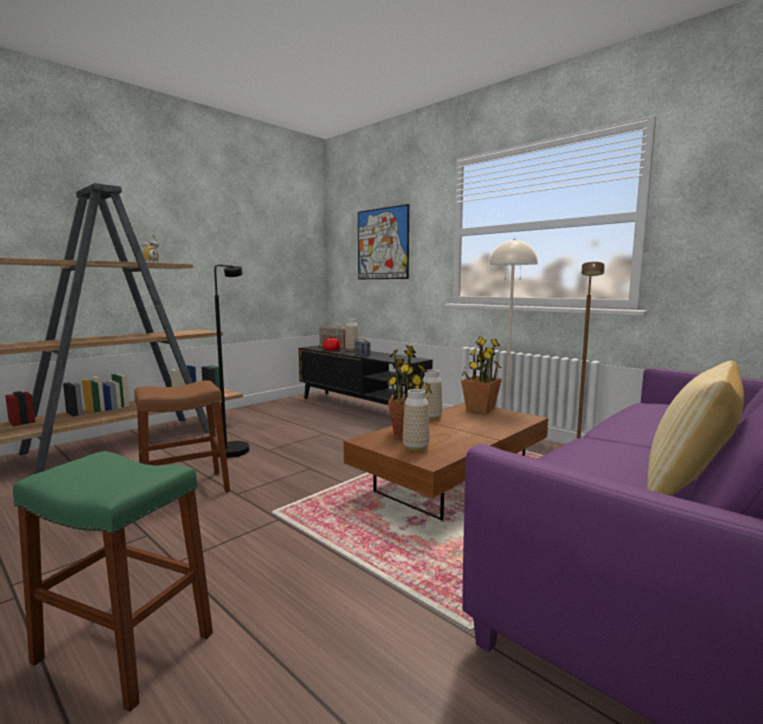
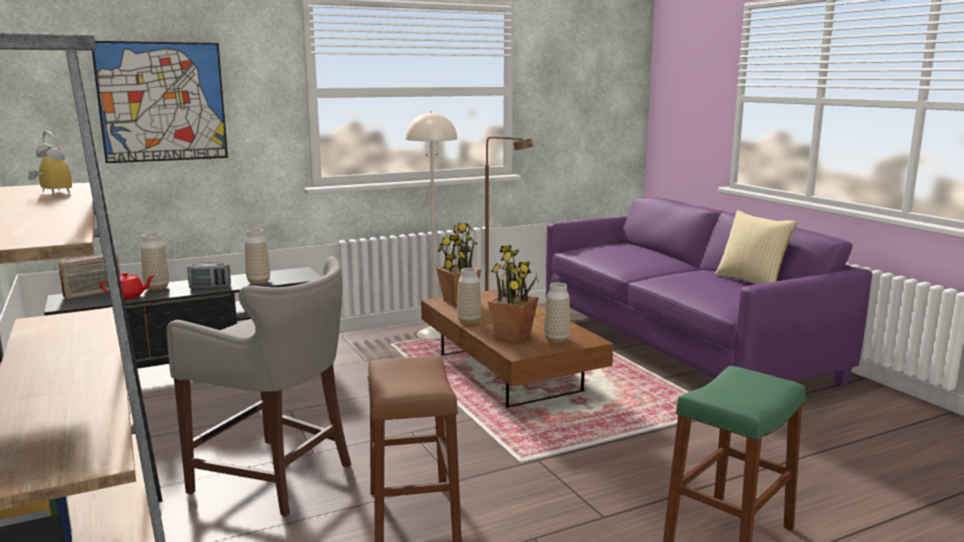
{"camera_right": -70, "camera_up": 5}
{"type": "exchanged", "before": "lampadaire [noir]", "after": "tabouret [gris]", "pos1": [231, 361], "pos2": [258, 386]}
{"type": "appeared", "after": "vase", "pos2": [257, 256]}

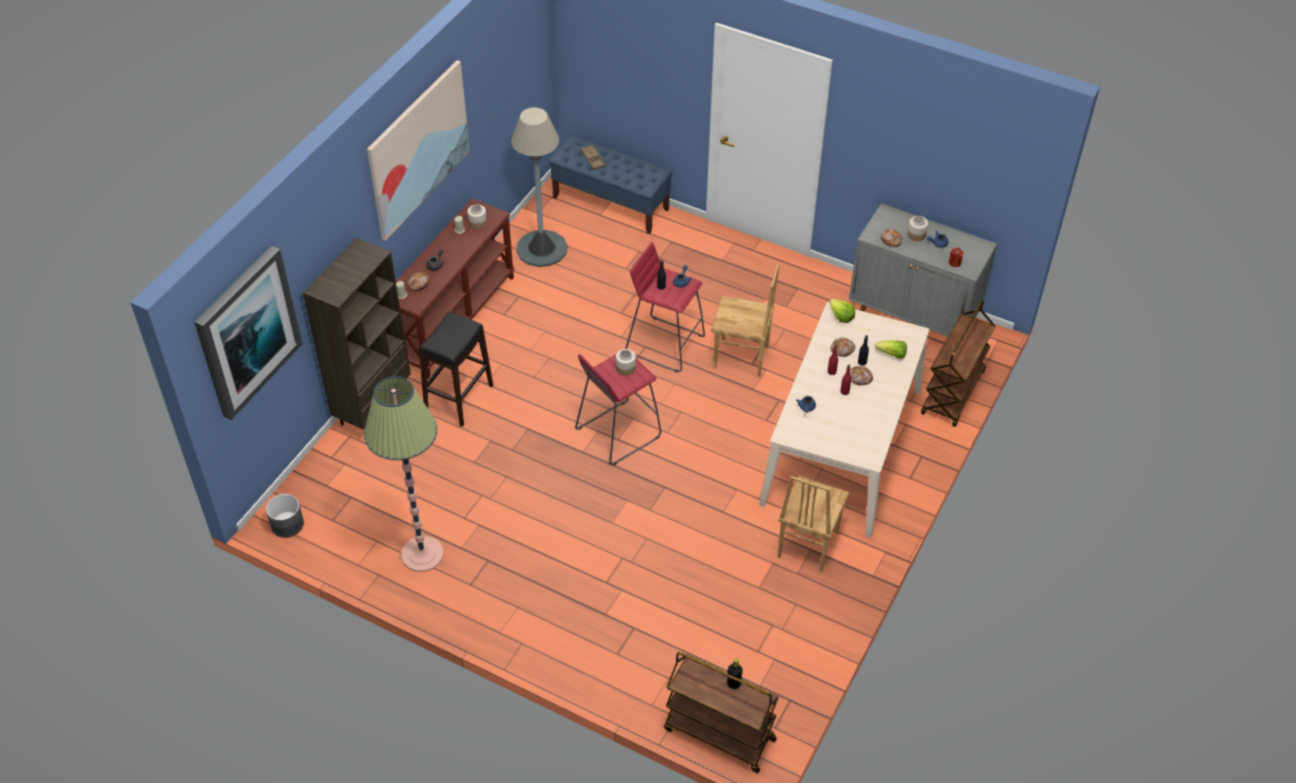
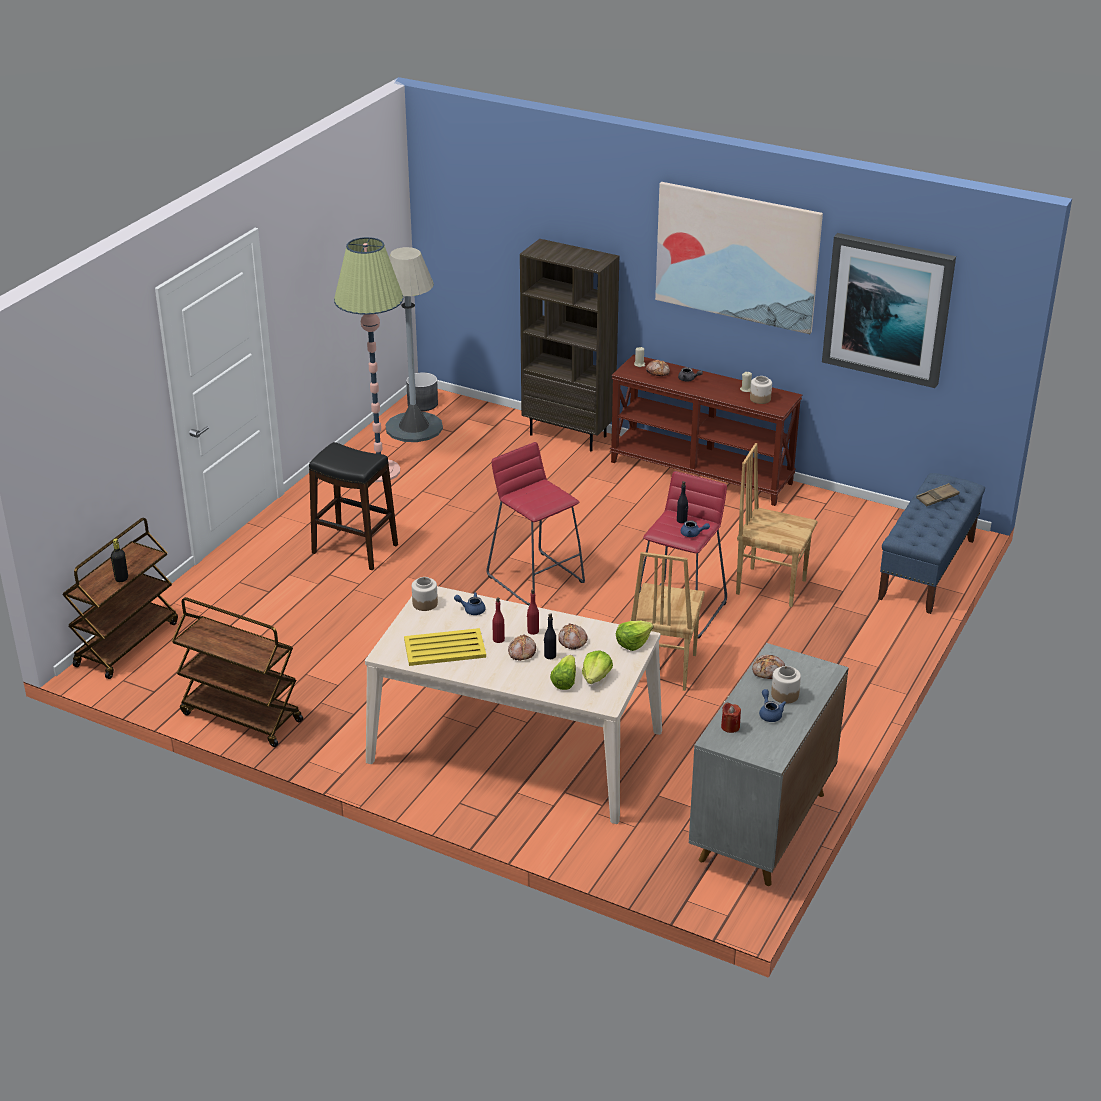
{"camera_right": 90, "camera_up": -15}
{"type": "relocated", "before": "chariot [marron]", "pos1": [958, 363], "pos2": [237, 672]}
{"type": "relocated", "before": "tabouret [noir]", "pos1": [456, 369], "pos2": [353, 506]}
{"type": "relocated", "before": "lampadaire [gris]", "pos1": [539, 187], "pos2": [414, 344]}
{"type": "appeared", "after": "plateau [jaune]", "pos2": [445, 647]}
{"type": "relocated", "before": "bocal", "pos1": [626, 362], "pos2": [425, 594]}
{"type": "appeared", "after": "laitue", "pos2": [597, 667]}
{"type": "relocated", "before": "chaise [marron]", "pos1": [814, 523], "pos2": [776, 525]}
{"type": "relocated", "before": "tableau", "pos1": [248, 333], "pos2": [889, 310]}

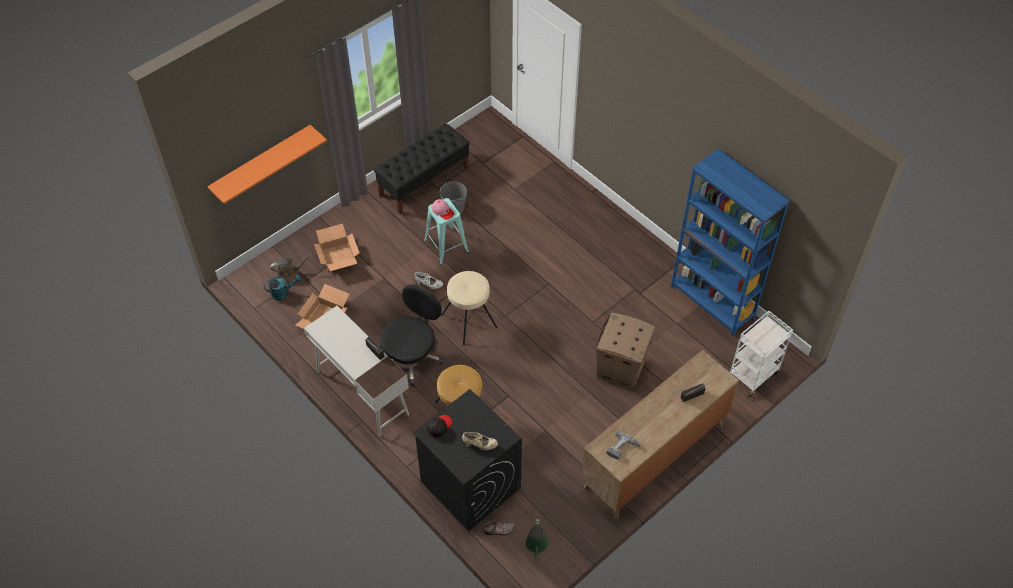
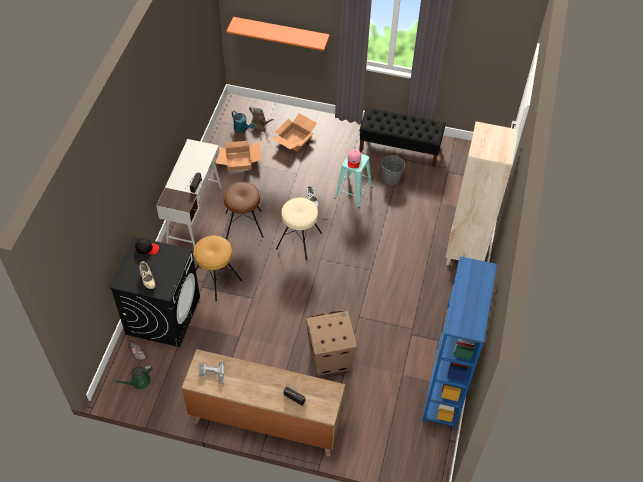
{"camera_right": 55, "camera_up": 0}
{"type": "exchanged", "before": "chaise de bureau [noir]", "after": "tabouret [marron]", "pos1": [412, 335], "pos2": [243, 210]}
{"type": "appeared", "after": "bibliothèque [beige]", "pos2": [482, 193]}
{"type": "missing", "before": "chariot [blanc]", "pos1": [761, 354]}

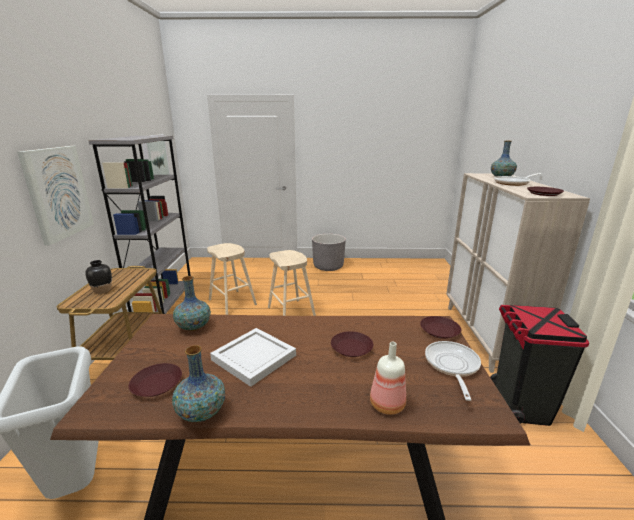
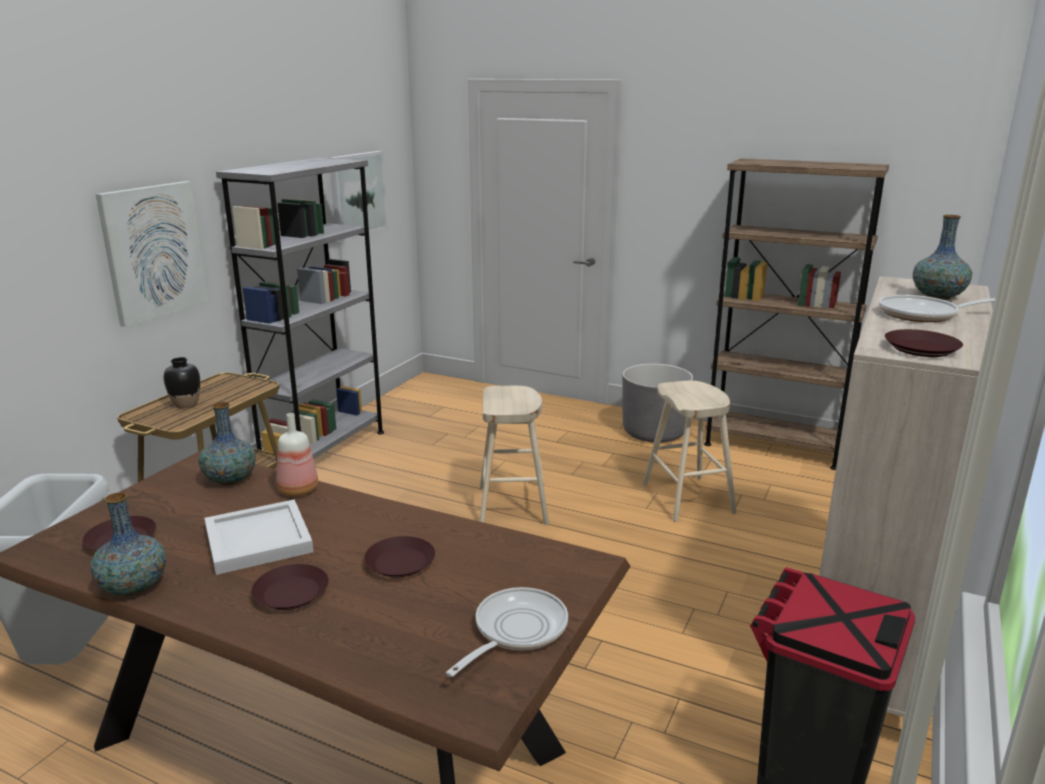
{"camera_right": 25, "camera_up": 0}
{"type": "relocated", "before": "assiette [marron]", "pos1": [440, 327], "pos2": [290, 587]}
{"type": "relocated", "before": "bouteille", "pos1": [388, 378], "pos2": [297, 454]}
{"type": "relocated", "before": "tabouret [beige]", "pos1": [232, 279], "pos2": [690, 451]}
{"type": "appeared", "after": "bibliothèque [marron]", "pos2": [796, 314]}

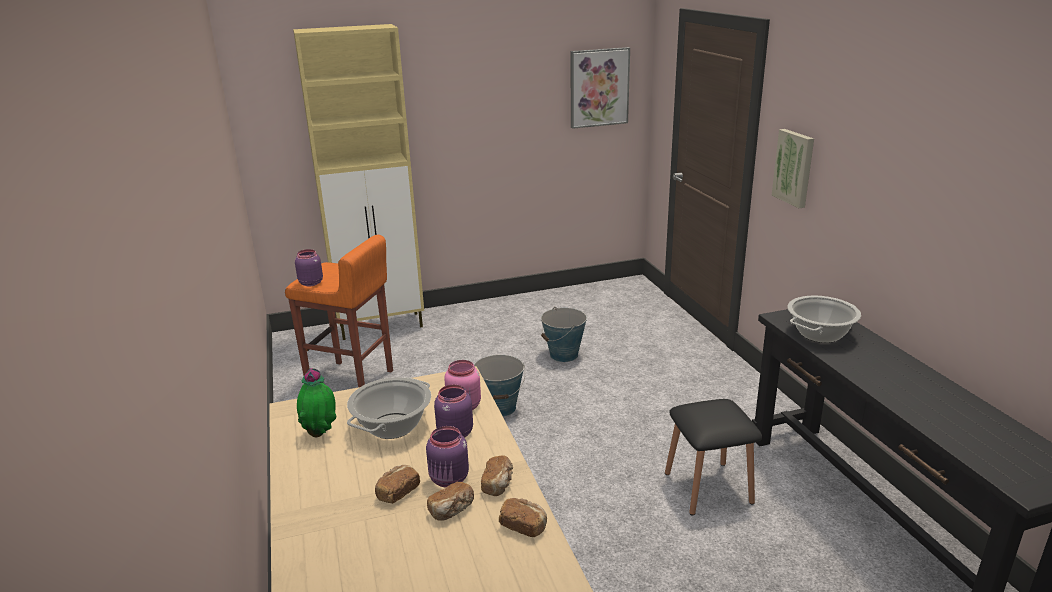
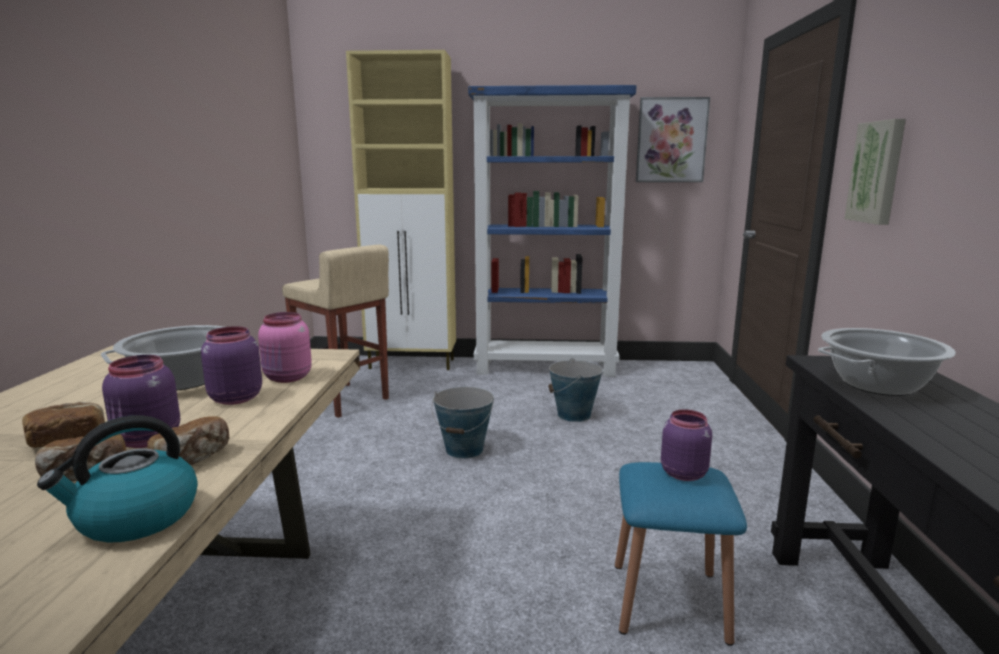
{"camera_right": 20, "camera_up": -10}
{"type": "exchanged", "before": "pain", "after": "bouilloire", "pos1": [523, 517], "pos2": [117, 478]}
{"type": "colour", "before": "tabouret [orange]", "after": "tabouret [beige]", "pos1": [339, 311], "pos2": [335, 331]}
{"type": "appeared", "after": "bibliothèque [bleu]", "pos2": [552, 231]}
{"type": "colour", "before": "tabouret [noir]", "after": "tabouret [bleu]", "pos1": [713, 457], "pos2": [681, 554]}
{"type": "relocated", "before": "bocal [violet]", "pos1": [309, 268], "pos2": [686, 445]}
{"type": "missing", "before": "plante en pot", "pos1": [317, 402]}

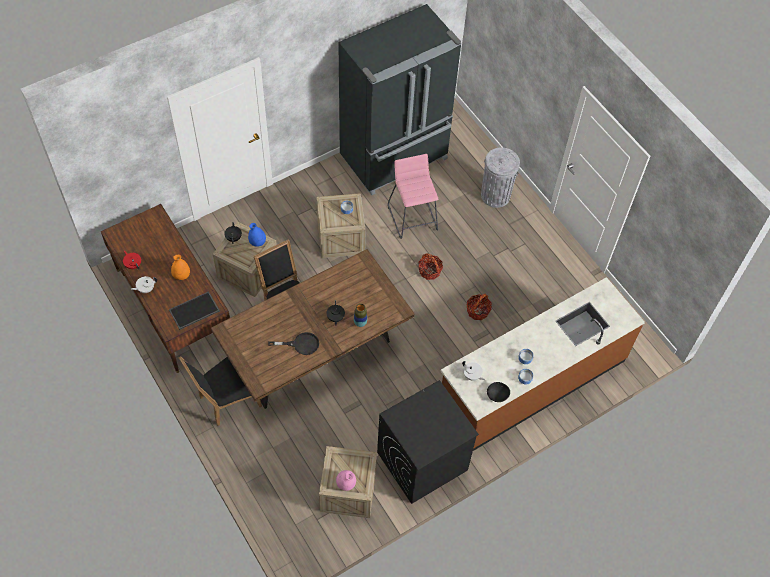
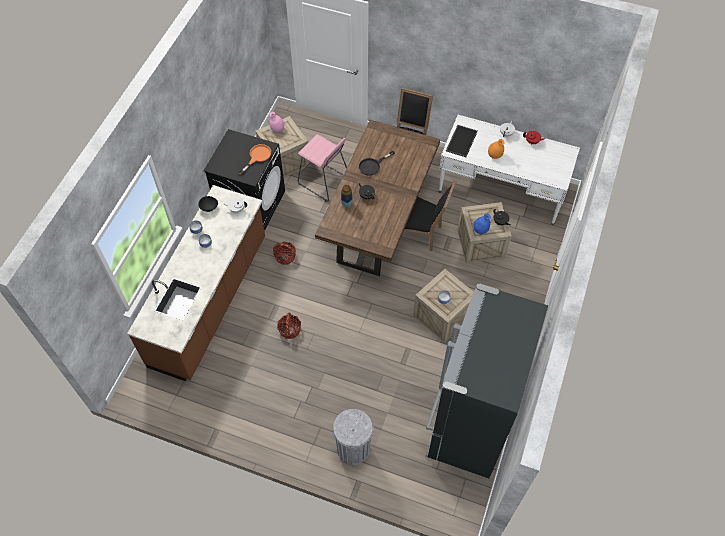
{"camera_right": 145, "camera_up": 0}
{"type": "appeared", "after": "poêle [orange]", "pos2": [255, 159]}
{"type": "relocated", "before": "panier", "pos1": [430, 266], "pos2": [284, 253]}
{"type": "relocated", "before": "tabouret [rose]", "pos1": [413, 196], "pos2": [322, 168]}
{"type": "colour", "before": "bureau [marron]", "after": "bureau [blanc]", "pos1": [165, 288], "pos2": [509, 170]}

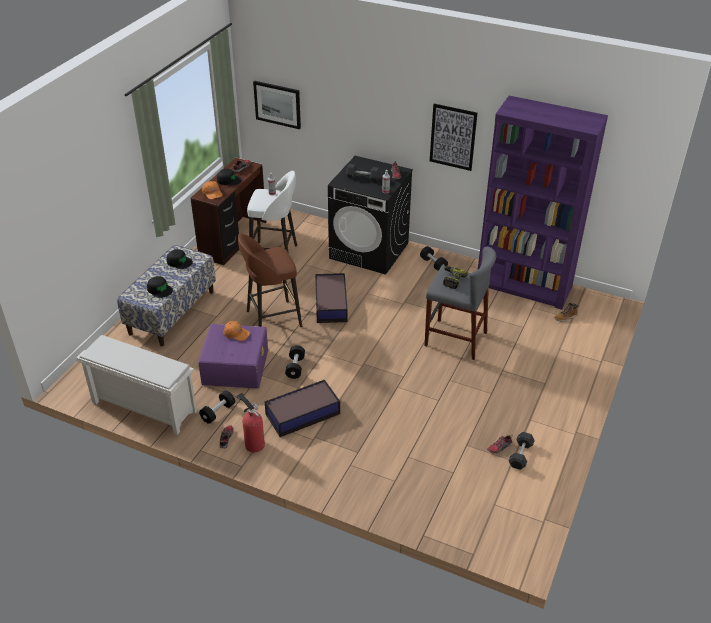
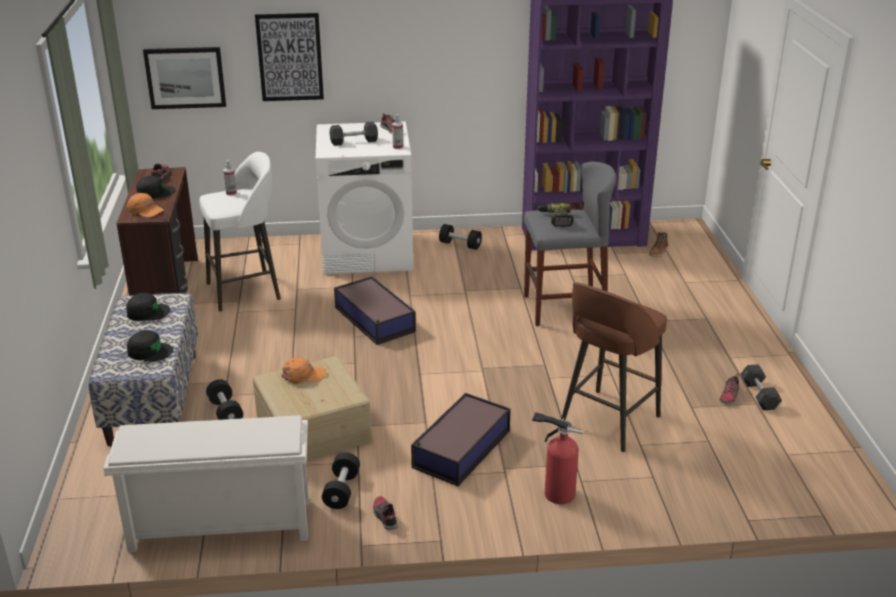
{"camera_right": -30, "camera_up": -10}
{"type": "relocated", "before": "haltère [noir]", "pos1": [295, 362], "pos2": [224, 399]}
{"type": "colour", "before": "boîte de rangement [violet]", "after": "boîte de rangement [beige]", "pos1": [233, 356], "pos2": [312, 408]}
{"type": "relocated", "before": "tableau", "pos1": [454, 137], "pos2": [289, 57]}
{"type": "colour", "before": "lave-linge [noir]", "after": "lave-linge [blanc]", "pos1": [370, 215], "pos2": [364, 197]}
{"type": "relocated", "before": "extincteur", "pos1": [250, 422], "pos2": [558, 458]}
{"type": "relocated", "before": "tabouret [marron]", "pos1": [270, 280], "pos2": [613, 367]}

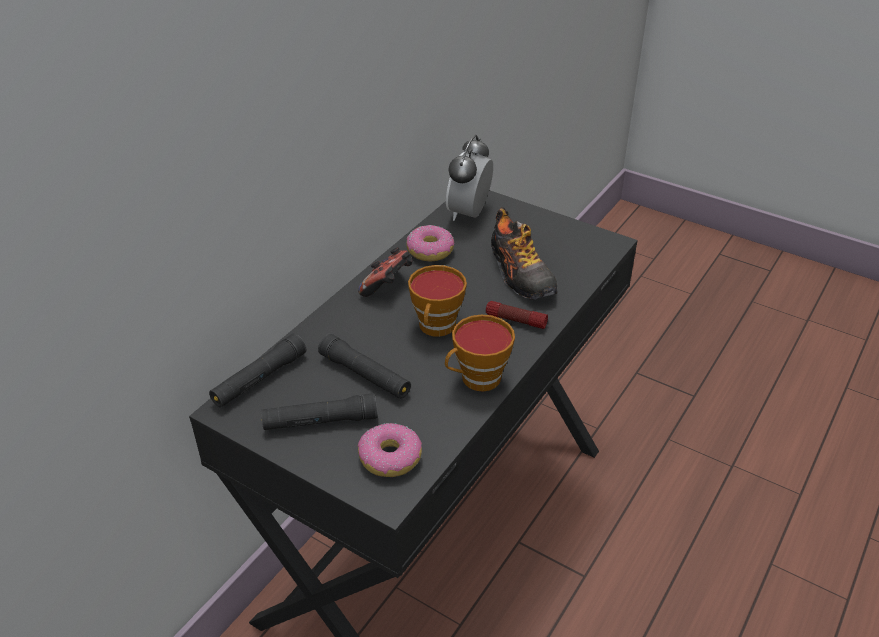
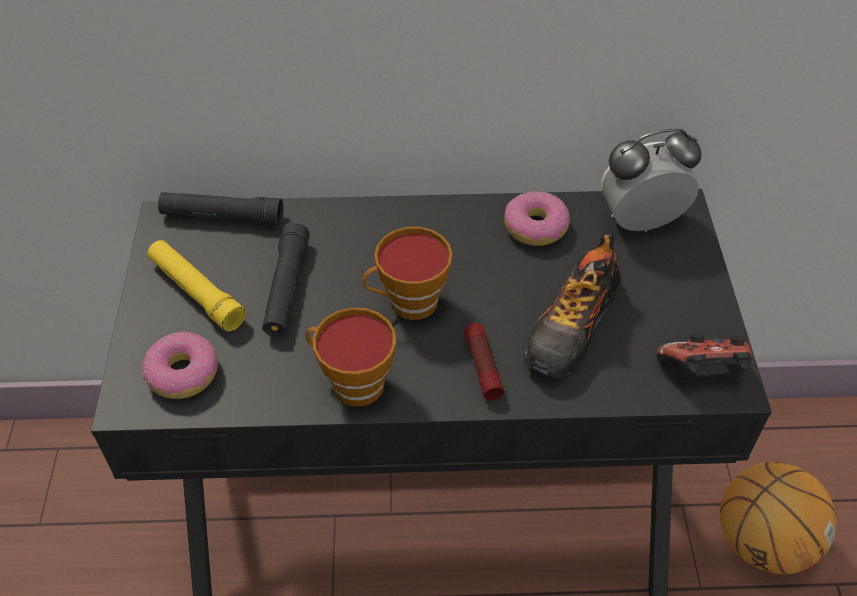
{"camera_right": 55, "camera_up": 10}
{"type": "colour", "before": "lampe de poche [noir]", "after": "lampe de poche [jaune]", "pos1": [319, 411], "pos2": [196, 286]}
{"type": "relocated", "before": "manette", "pos1": [385, 272], "pos2": [704, 353]}
{"type": "appeared", "after": "ballon de basket", "pos2": [778, 518]}

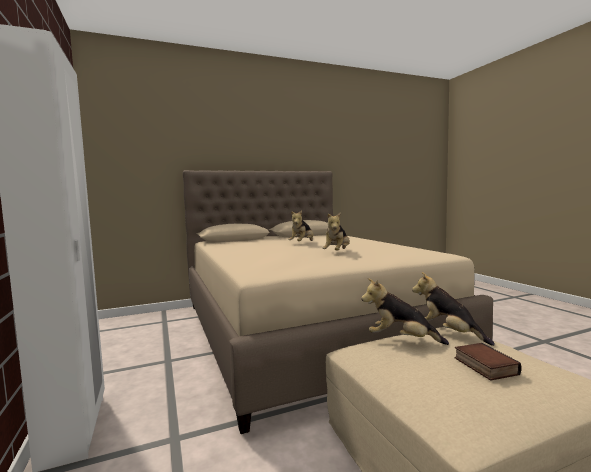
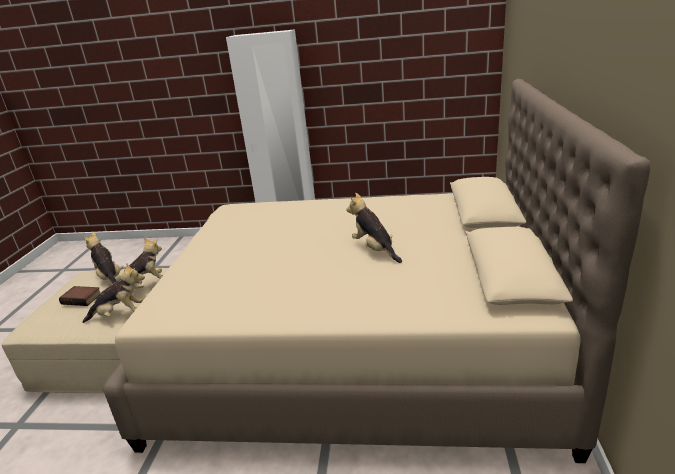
{"camera_right": 120, "camera_up": 20}
{"type": "relocated", "before": "peluche", "pos1": [336, 231], "pos2": [103, 258]}

